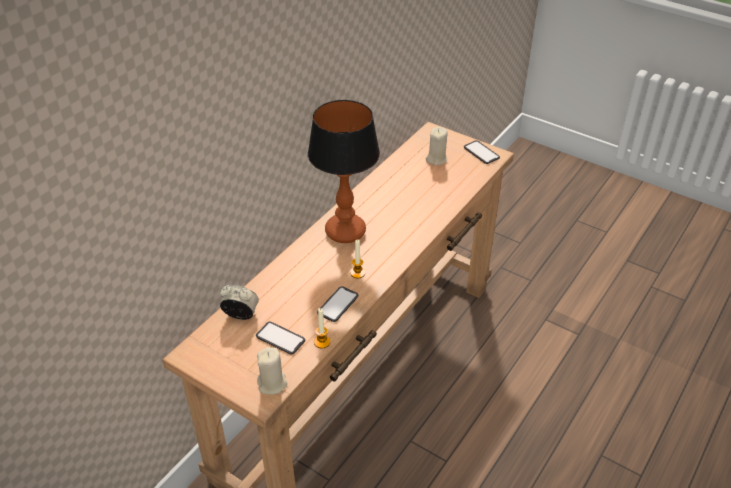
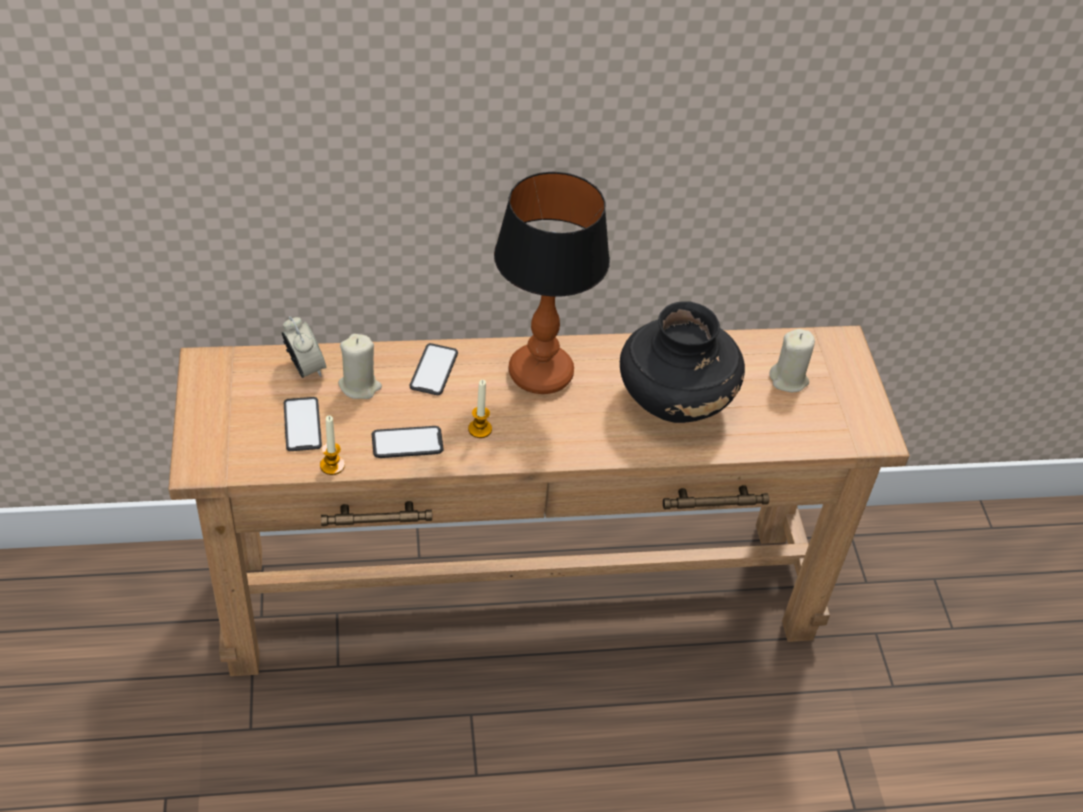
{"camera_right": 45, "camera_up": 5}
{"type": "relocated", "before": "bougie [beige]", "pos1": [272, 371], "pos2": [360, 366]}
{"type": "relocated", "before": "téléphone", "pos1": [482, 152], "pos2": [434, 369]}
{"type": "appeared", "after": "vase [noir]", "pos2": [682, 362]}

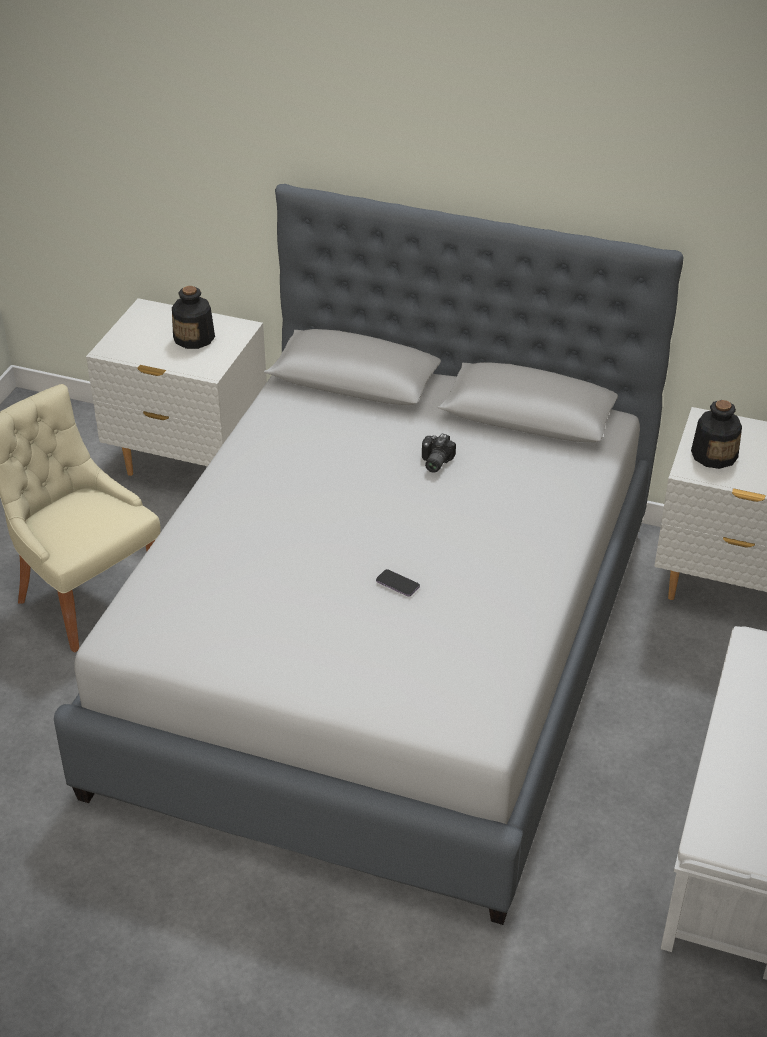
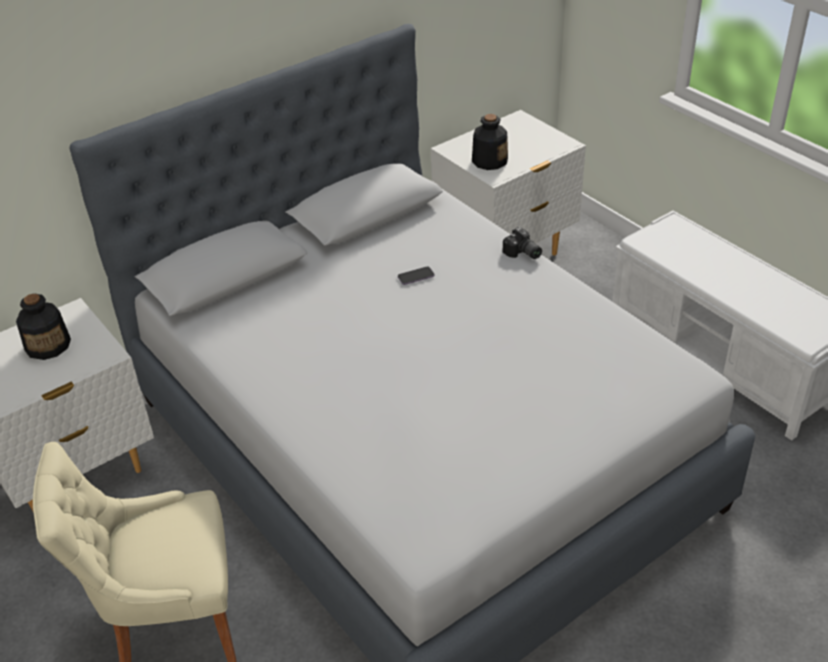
{"camera_right": -55, "camera_up": 0}
{"type": "relocated", "before": "téléphone", "pos1": [398, 583], "pos2": [416, 275]}
{"type": "relocated", "before": "appareil photo", "pos1": [439, 453], "pos2": [522, 243]}

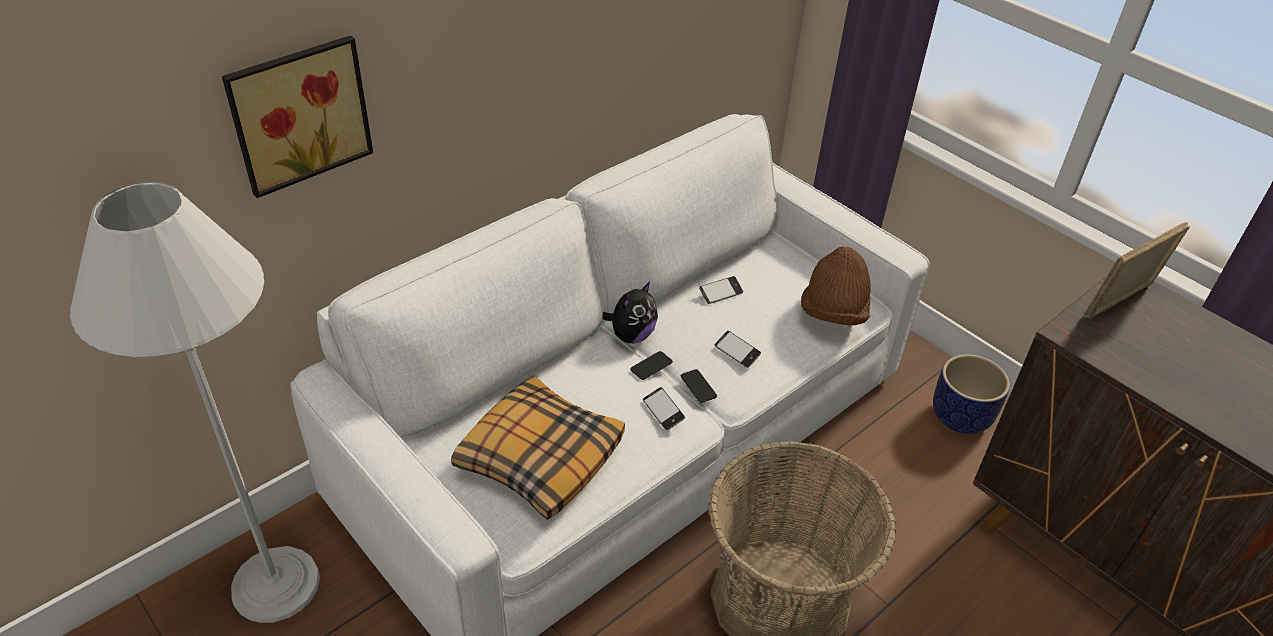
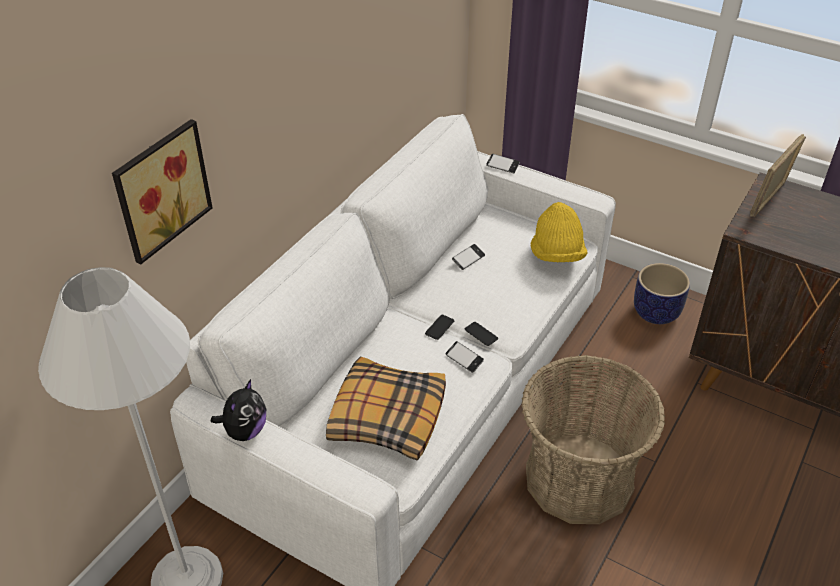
{"camera_right": -15, "camera_up": 0}
{"type": "relocated", "before": "peluche", "pos1": [630, 312], "pos2": [238, 410]}
{"type": "relocated", "before": "téléphone", "pos1": [738, 349], "pos2": [503, 163]}
{"type": "colour", "before": "chapeau [marron]", "after": "chapeau [jaune]", "pos1": [836, 286], "pos2": [559, 232]}

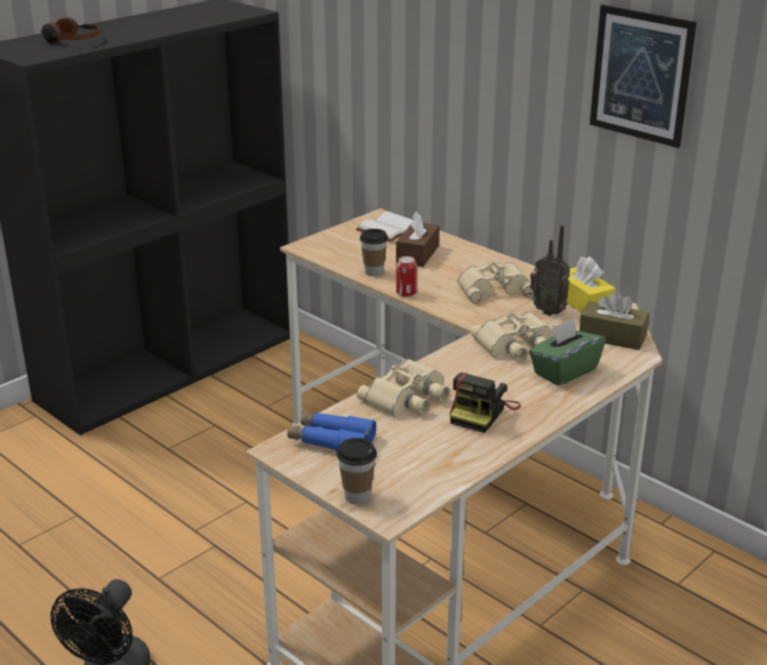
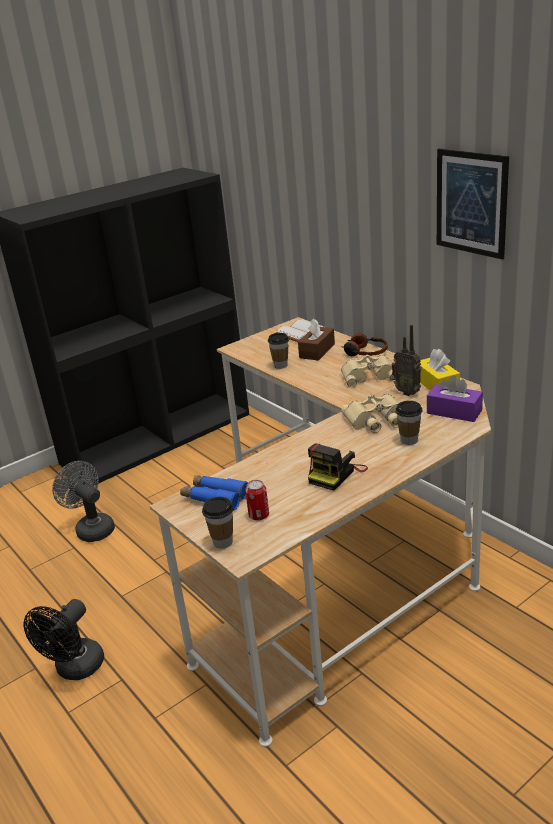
{"camera_right": 10, "camera_up": 0}
{"type": "appeared", "after": "ventilateur [gris]", "pos2": [83, 501]}
{"type": "relocated", "before": "boîte métallique", "pos1": [406, 276], "pos2": [257, 500]}
{"type": "relocated", "before": "casque audio", "pos1": [70, 30], "pos2": [364, 344]}
{"type": "exchanged", "before": "boîte à mouchoirs [vert]", "after": "tasse", "pos1": [567, 352], "pos2": [409, 423]}
{"type": "colour", "before": "boîte à mouchoirs [marron]", "after": "boîte à mouchoirs [violet]", "pos1": [614, 320], "pos2": [455, 398]}
{"type": "missing", "before": "jumelles [beige]", "pos1": [403, 388]}

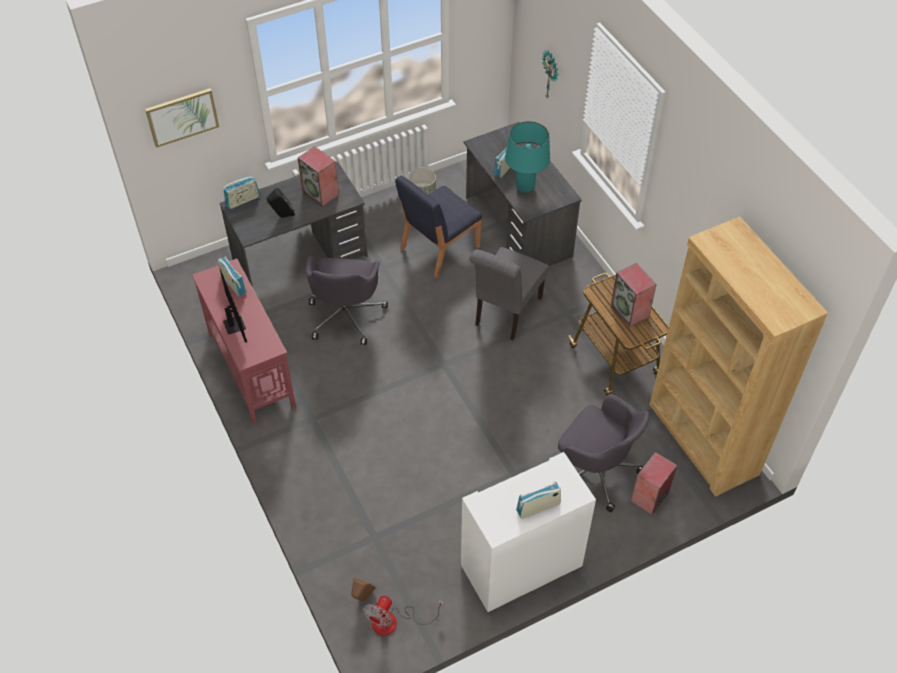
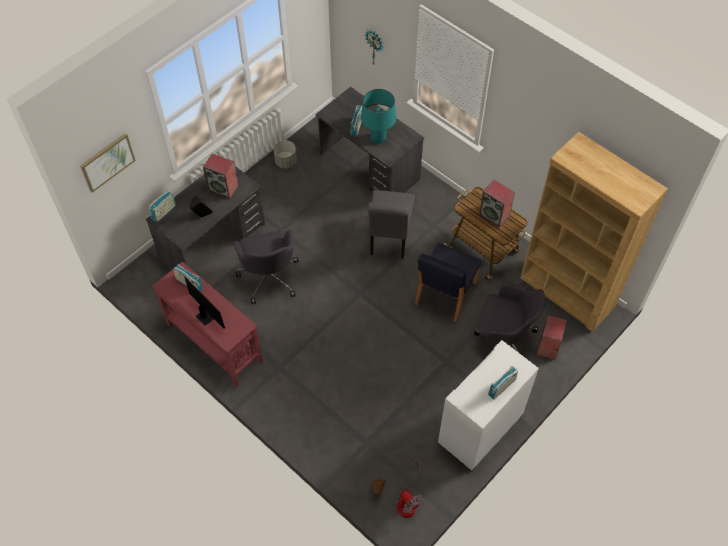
{"camera_right": -20, "camera_up": 5}
{"type": "spun", "before": "ventilateur", "pos1": [403, 616], "pos2": [410, 488], "turn": -45}
{"type": "relocated", "before": "chaise [bleu]", "pos1": [438, 227], "pos2": [448, 282]}

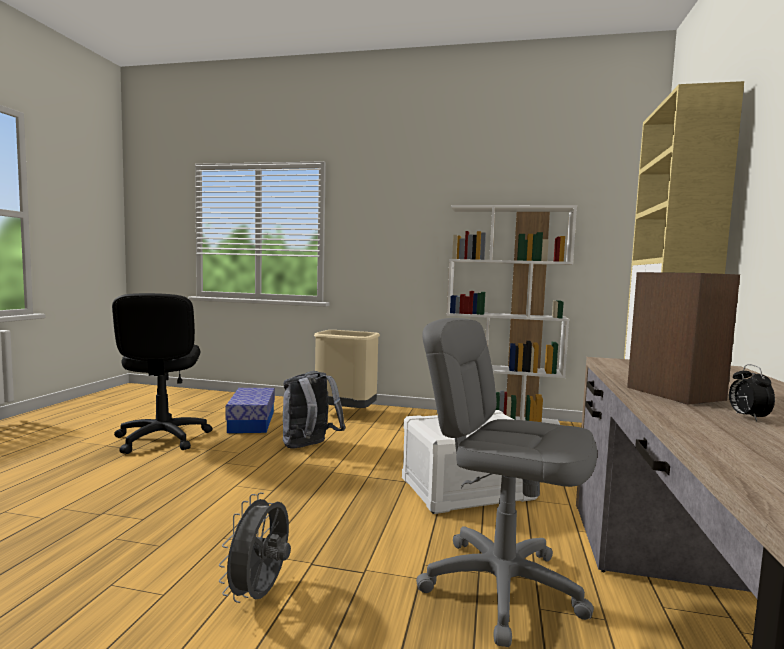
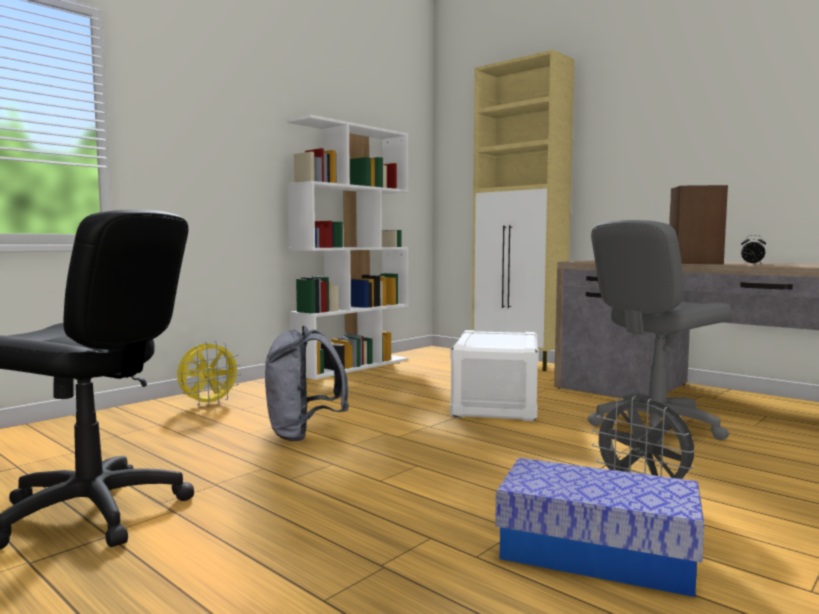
{"camera_right": -60, "camera_up": 0}
{"type": "exchanged", "before": "poubelle [beige]", "after": "ventilateur [jaune]", "pos1": [347, 369], "pos2": [209, 374]}
{"type": "relocated", "before": "boîte de rangement", "pos1": [250, 410], "pos2": [599, 527]}

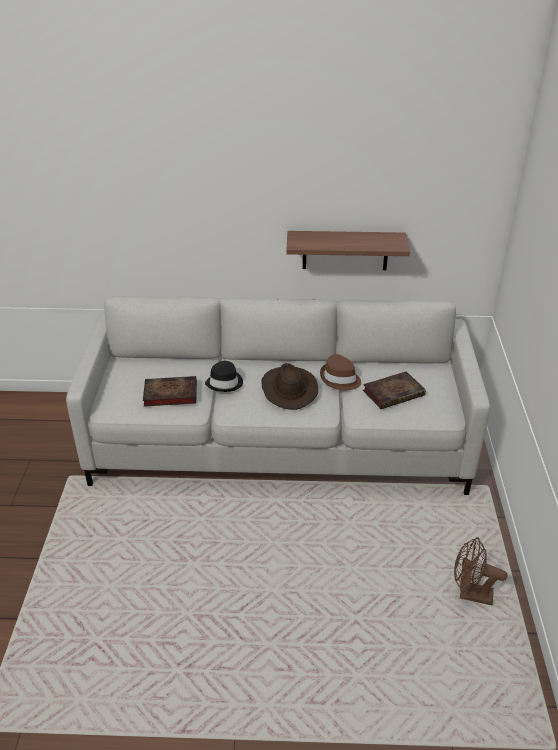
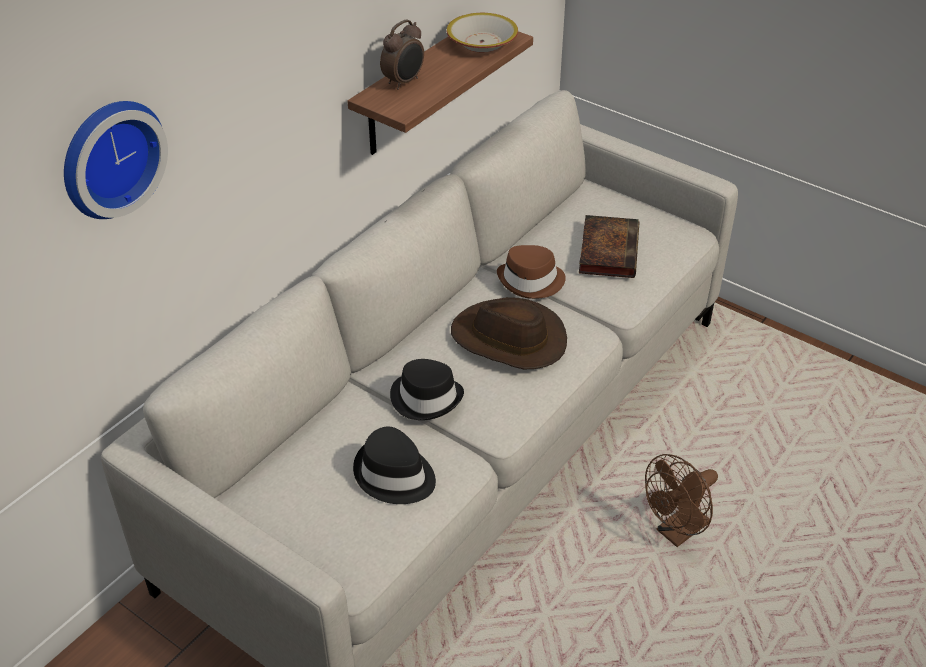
{"camera_right": -55, "camera_up": 5}
{"type": "appeared", "after": "horloge murale", "pos2": [116, 160]}
{"type": "exchanged", "before": "livre", "after": "chapeau [noir]", "pos1": [170, 391], "pos2": [394, 465]}
{"type": "appeared", "after": "réveil", "pos2": [402, 54]}
{"type": "appeared", "after": "bol", "pos2": [482, 32]}
{"type": "relocated", "before": "ventilateur [marron]", "pos1": [480, 571], "pos2": [681, 500]}

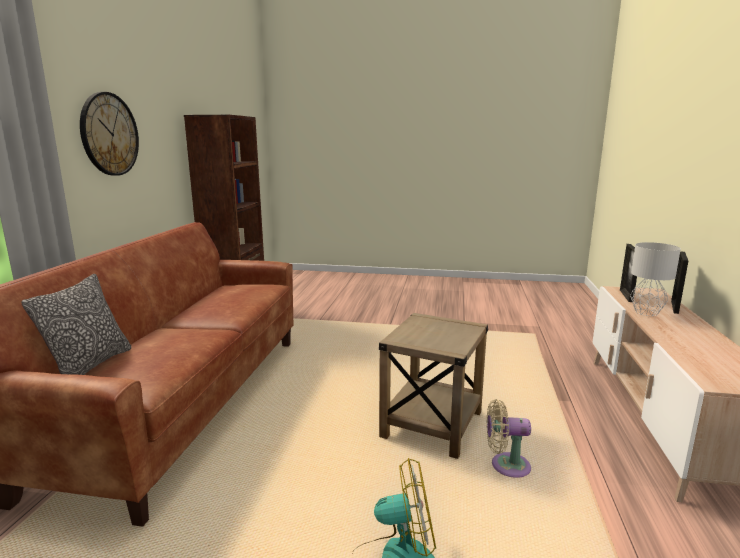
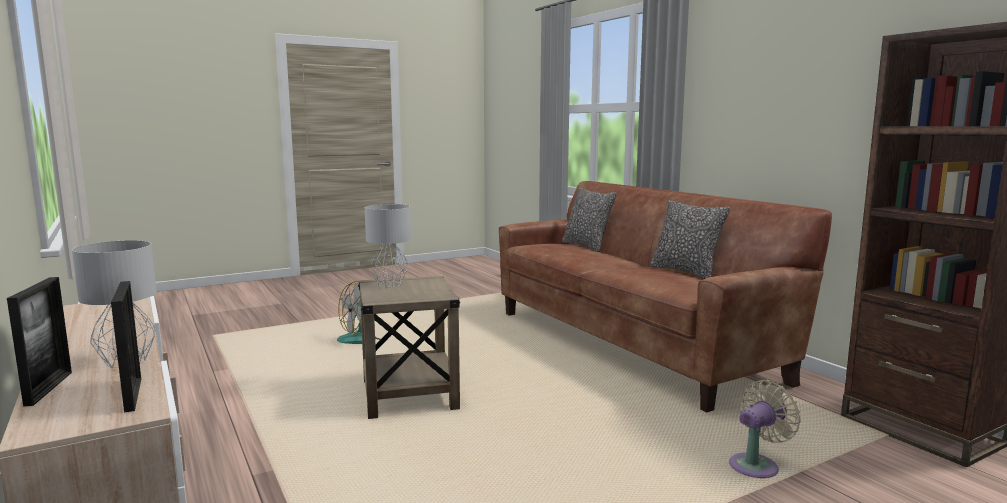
{"camera_right": 140, "camera_up": -5}
{"type": "appeared", "after": "lampe de table [gris]", "pos2": [388, 245]}
{"type": "appeared", "after": "coussin", "pos2": [690, 239]}
{"type": "relocated", "before": "ventilateur [beige]", "pos1": [509, 438], "pos2": [765, 429]}
{"type": "missing", "before": "horloge murale", "pos1": [109, 134]}

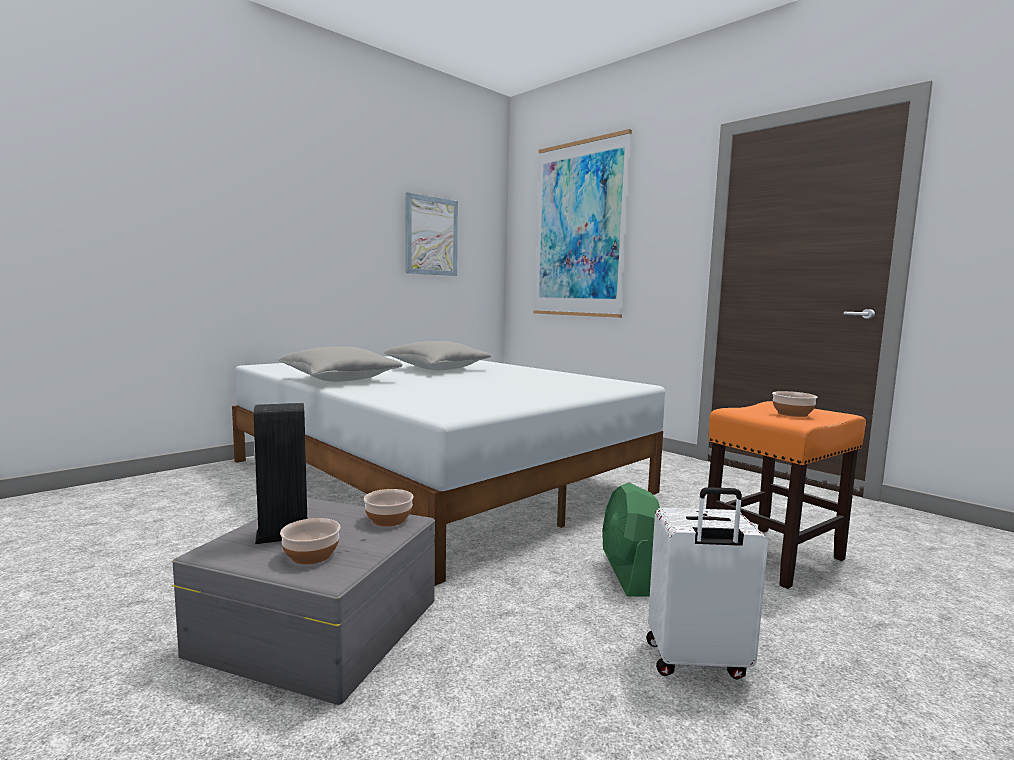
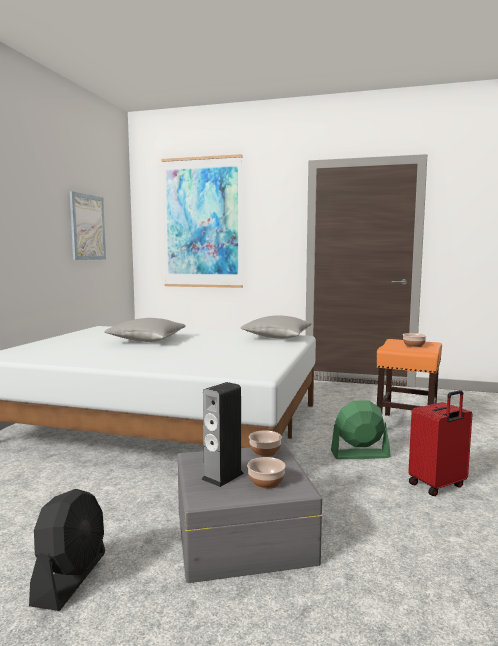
{"camera_right": -30, "camera_up": 0}
{"type": "appeared", "after": "ventilateur [noir]", "pos2": [67, 550]}
{"type": "relocated", "before": "coussin [gris]", "pos1": [340, 364], "pos2": [276, 327]}
{"type": "spun", "before": "ventilateur [vert]", "pos1": [631, 539], "pos2": [361, 429], "turn": 120}
{"type": "colour", "before": "valise [blanc]", "after": "valise [rouge]", "pos1": [707, 583], "pos2": [440, 443]}

